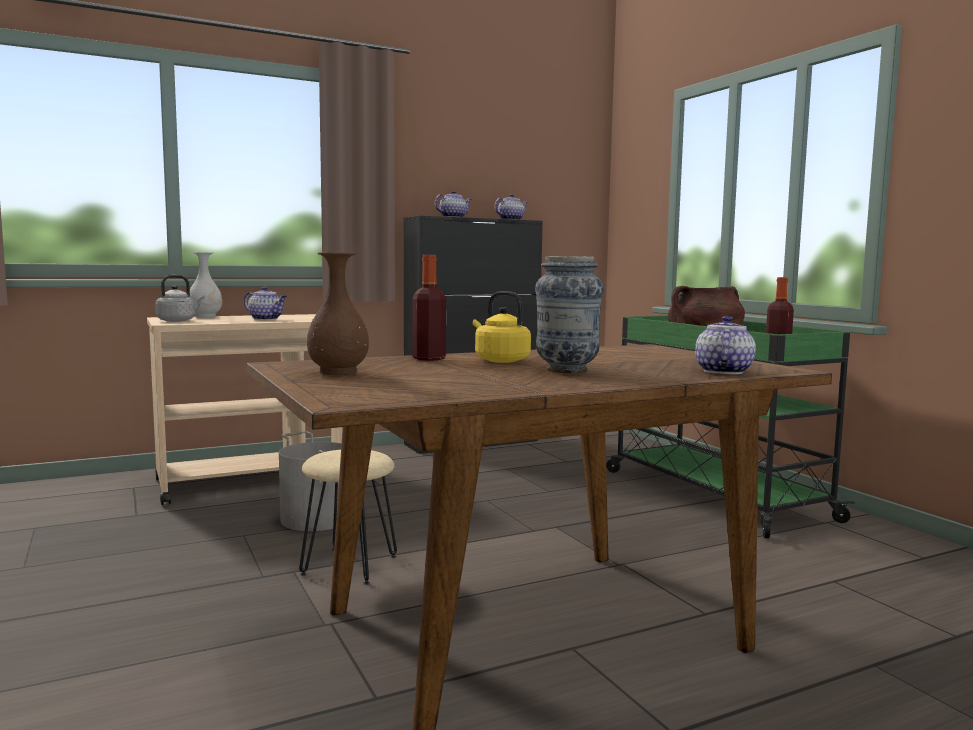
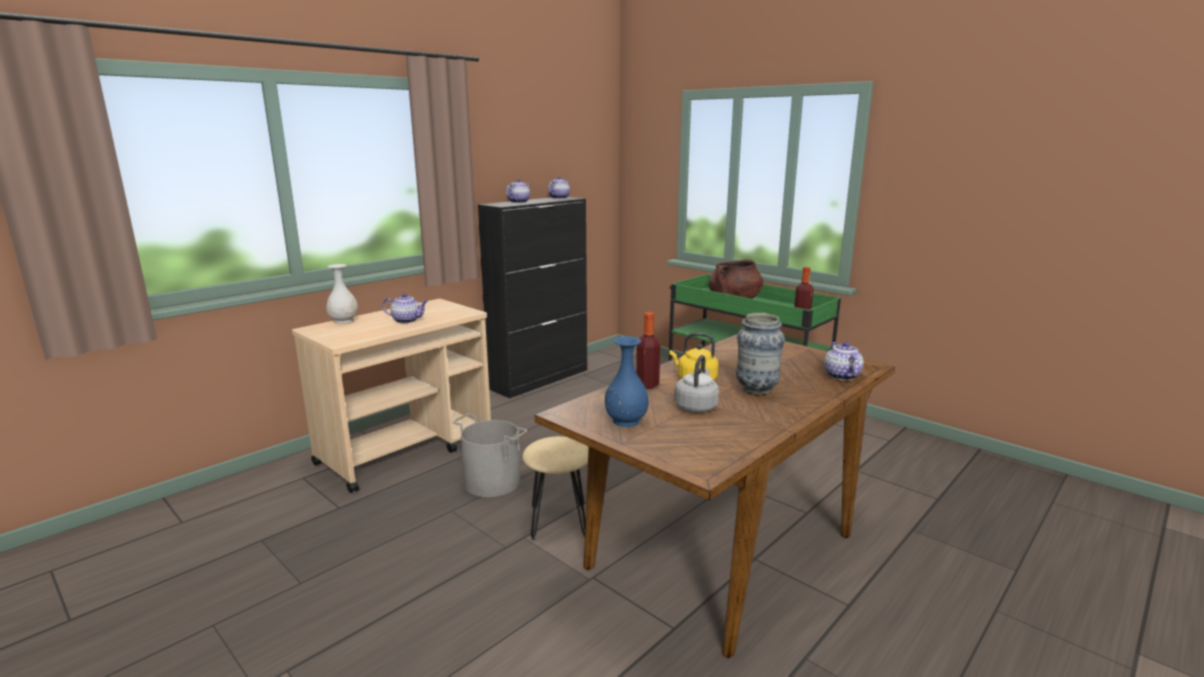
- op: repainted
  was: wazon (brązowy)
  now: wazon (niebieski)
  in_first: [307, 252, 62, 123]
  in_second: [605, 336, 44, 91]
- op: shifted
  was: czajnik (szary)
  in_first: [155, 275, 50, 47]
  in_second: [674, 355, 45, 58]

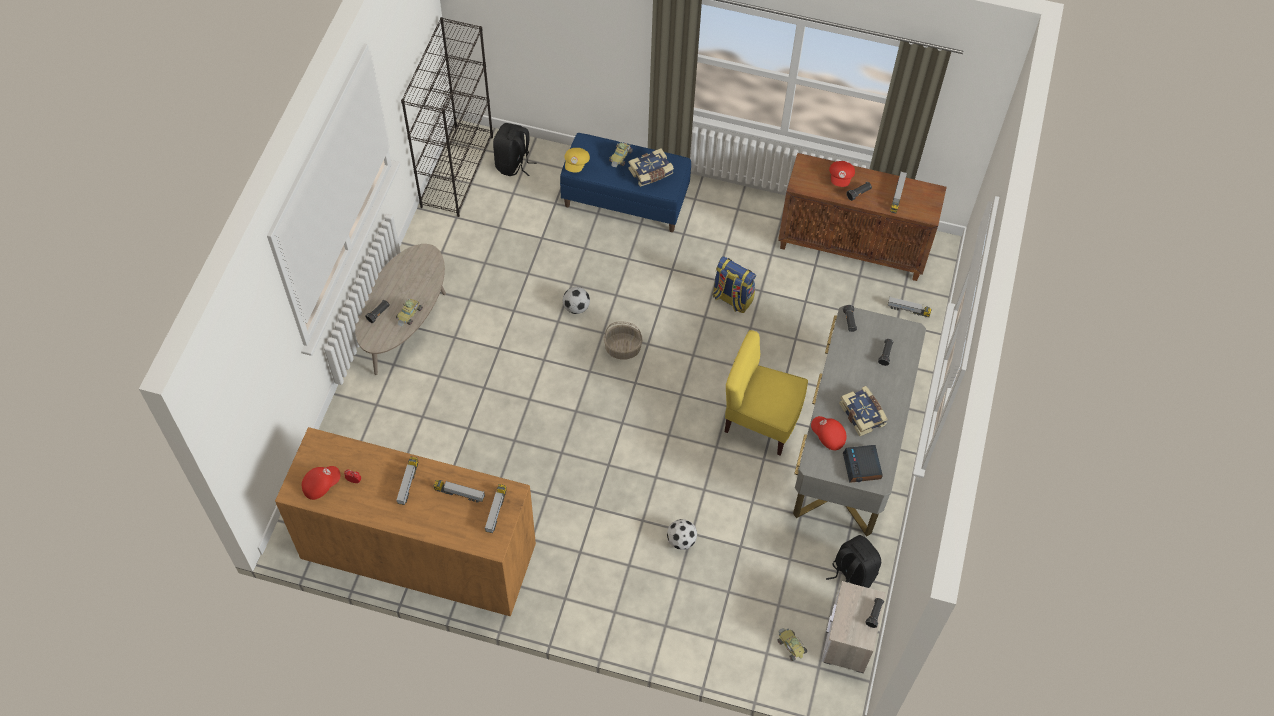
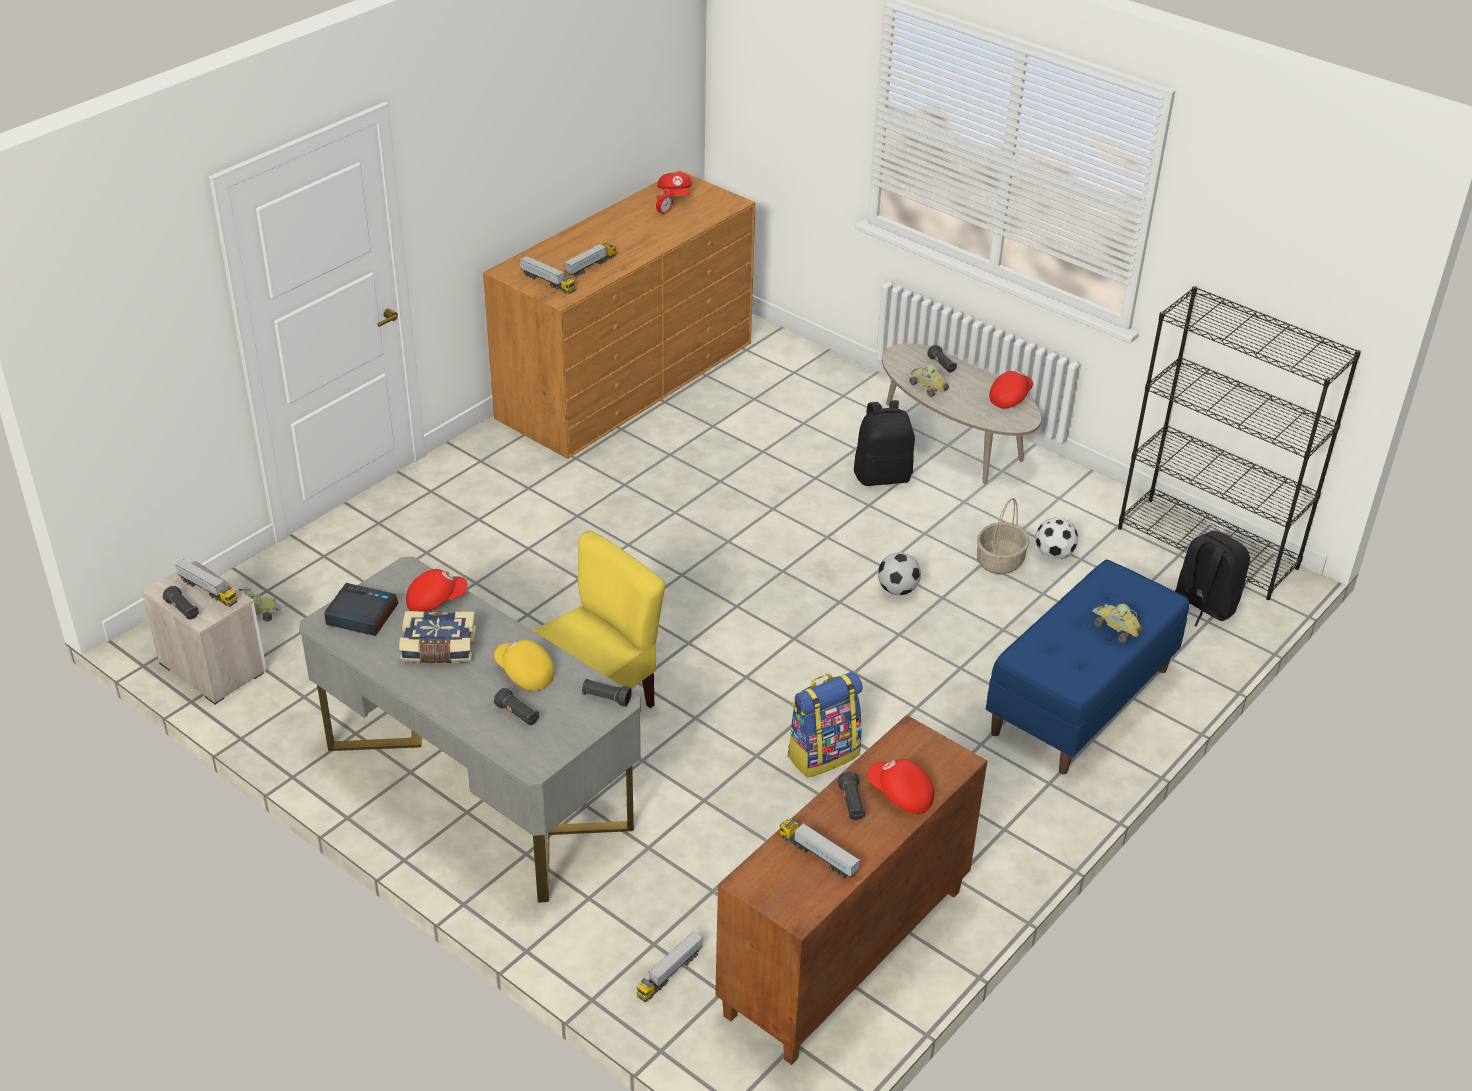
- op: shifted
  was: ciężarówka zabawkowa
  in_first: [396, 457, 22, 48]
  in_second: [175, 559, 62, 48]
- op: shifted
  was: czapka z daszkiem (żółty)
  in_first: [564, 148, 26, 24]
  in_second: [494, 640, 60, 51]
- op: shifted
  was: plecak (czarny)
  in_first: [826, 535, 55, 53]
  in_second: [854, 400, 61, 86]
- op: shifted
  was: koszyk
  in_first: [604, 321, 39, 39]
  in_second: [977, 498, 52, 76]
- op: new
  now: czapka z daszkiem (czerwony)
  in_second: [989, 371, 44, 38]
- op: shifted
  was: piłka futbolowa
  in_first: [667, 519, 30, 31]
  in_second: [1035, 517, 43, 43]
- op: gone
  was: książka
  in_first: [628, 148, 46, 39]

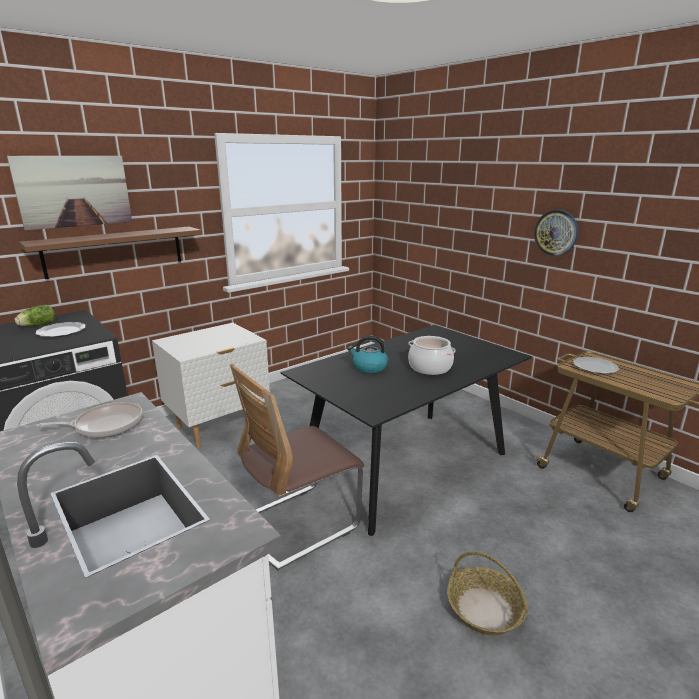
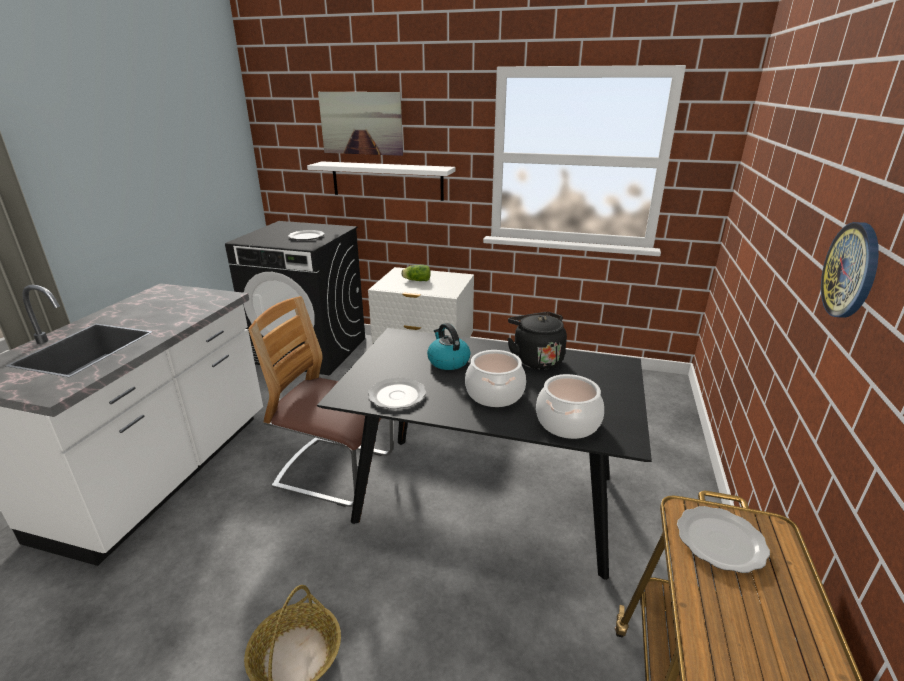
- op: repainted
  was: półka (brązowy)
  now: półka (biały)
  in_first: [19, 227, 183, 52]
  in_second: [307, 161, 149, 40]
- op: new
  now: talerz
  in_second: [368, 377, 58, 32]
- op: shifted
  was: sałata
  in_first: [15, 305, 40, 21]
  in_second: [401, 265, 30, 16]
- op: new
  now: czajnik (czarny)
  in_second: [507, 312, 60, 58]
- op: new
  now: garnek
  in_second: [536, 374, 68, 65]
- op: gone
  was: patelnia
  in_first: [36, 402, 107, 36]

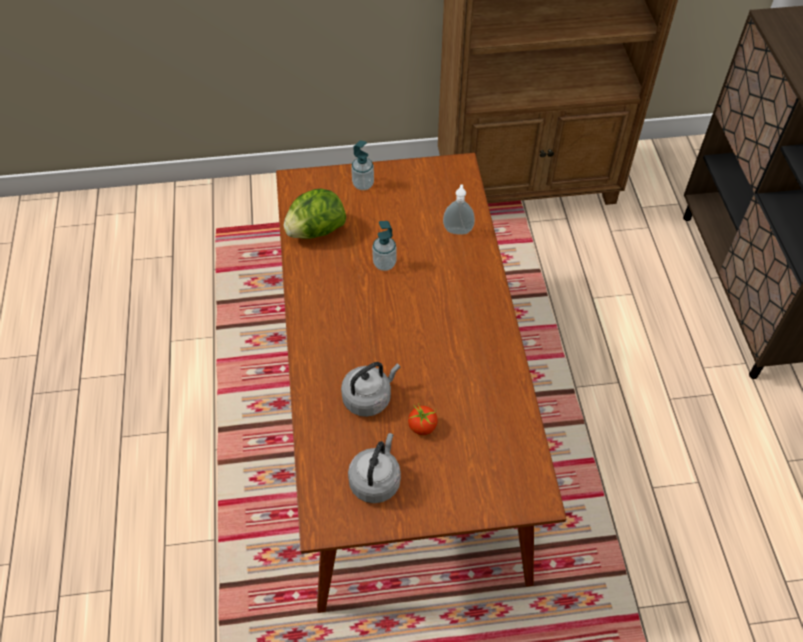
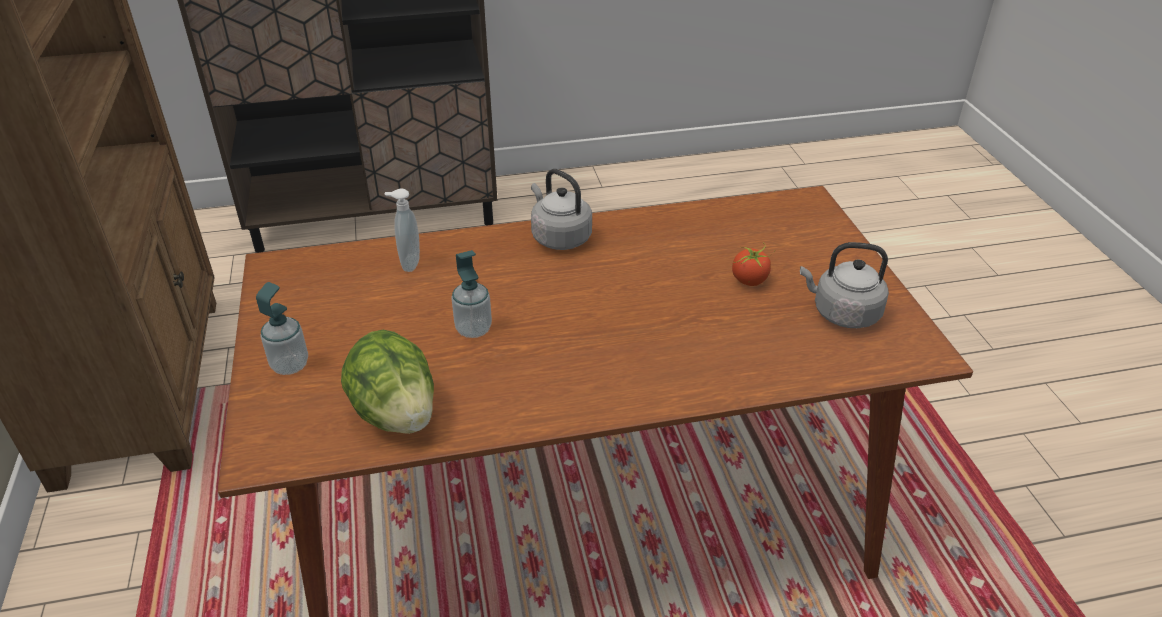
- op: shifted
  was: czajnik (szary)
  in_first: [341, 362, 59, 55]
  in_second: [531, 169, 61, 81]

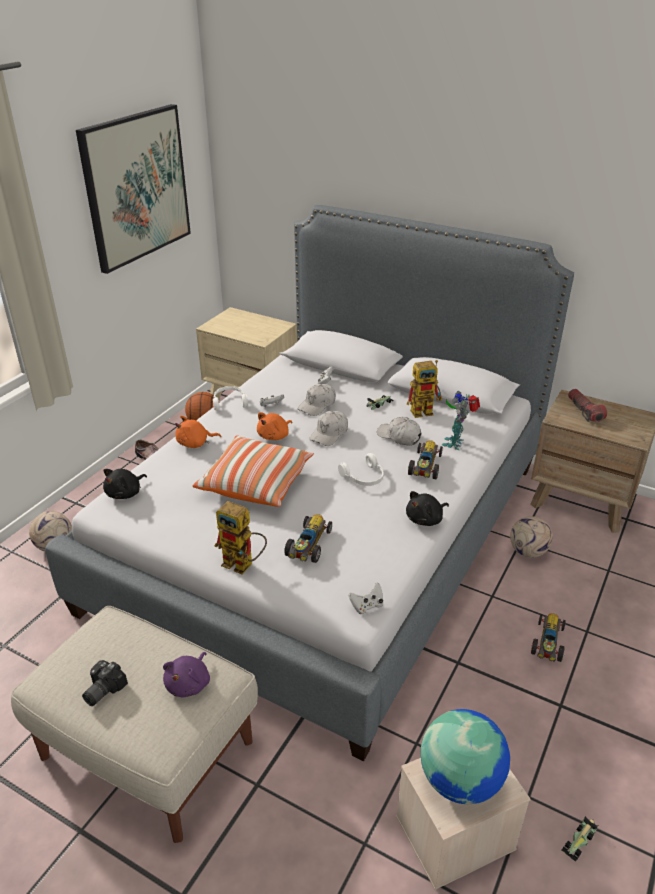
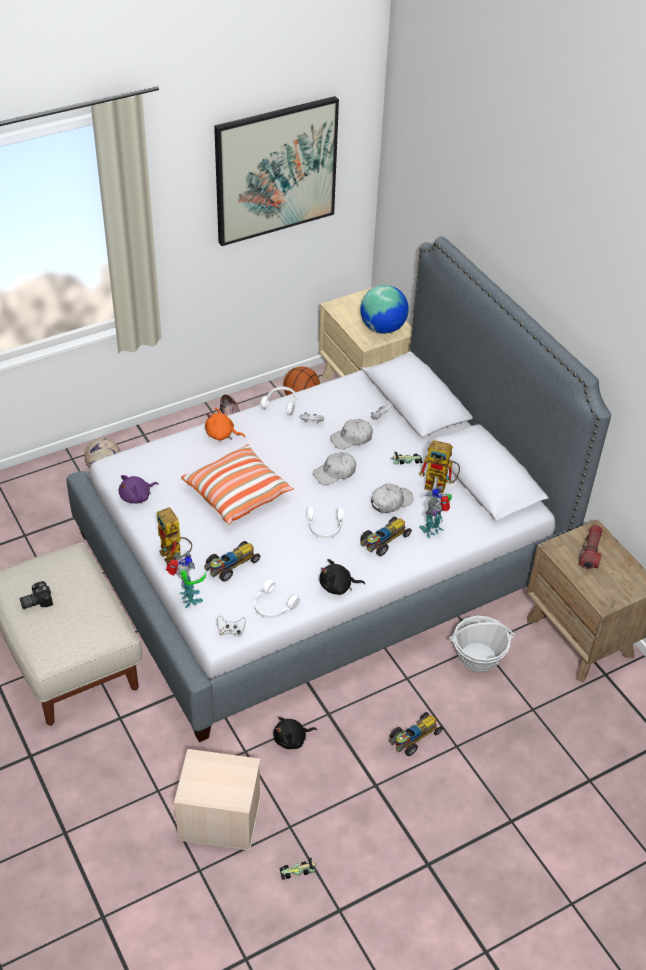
- op: shifted
  was: pluszak (fioletowy)
  in_first: [163, 652, 47, 45]
  in_second: [119, 475, 40, 29]
- op: new
  now: robot zabawkowy
  in_second: [166, 551, 40, 57]
- op: new
  now: słuchawki (biały)
  in_second: [254, 580, 46, 38]
- op: shifted
  was: pluszak (czarny)
  in_first: [103, 469, 44, 30]
  in_second: [273, 717, 44, 32]
- op: shifted
  was: globus
  in_first: [421, 709, 89, 95]
  in_second: [360, 285, 49, 49]
- op: rotated
  was: czapka z daszkiem (biały)
  in_first: [377, 417, 44, 29]
  in_second: [371, 483, 42, 30]
  clockwise: 75
- op: swapped
  was: piłka futbolowa
  now: koszyk
  in_first: [510, 516, 43, 42]
  in_second: [449, 615, 66, 58]
- op: gone
  was: pluszak (pomarańczowy)
  in_first: [257, 412, 35, 28]

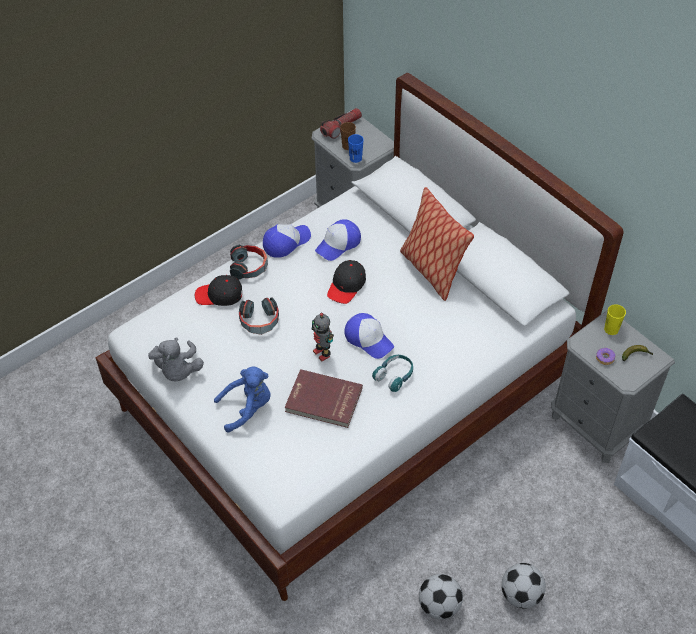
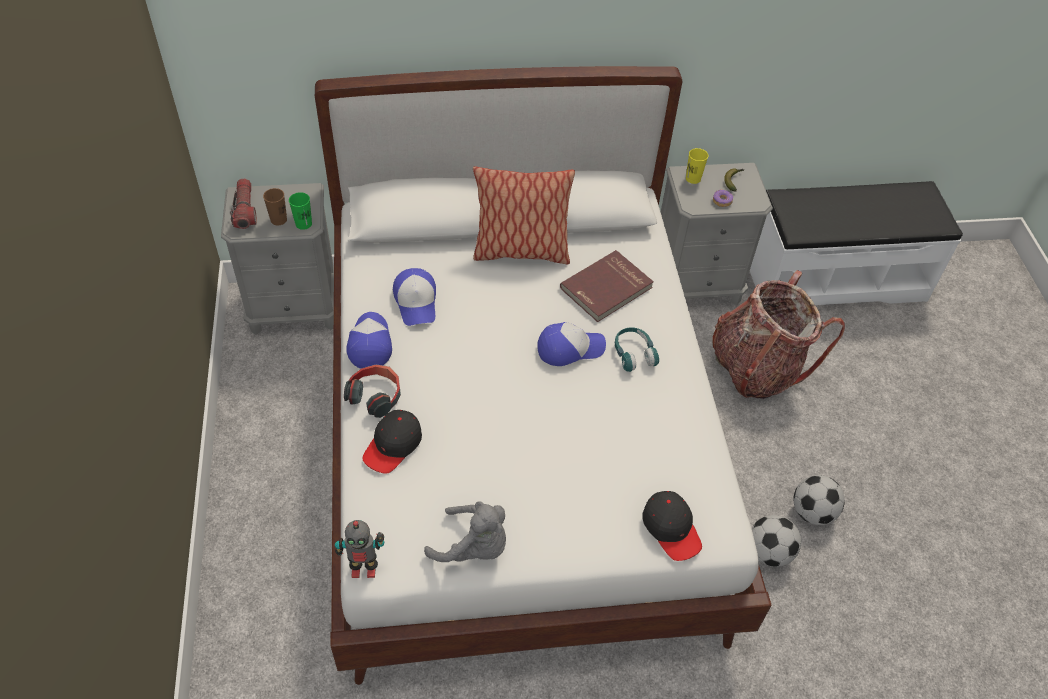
- op: repainted
  was: filiżanka (niebieski)
  now: filiżanka (zielony)
  in_first: [348, 134, 16, 29]
  in_second: [289, 192, 23, 38]
- op: shifted
  was: robot zabawkowy
  in_first: [311, 313, 23, 49]
  in_second: [335, 520, 49, 58]
- op: shifted
  was: książka (czerwony)
  in_first: [285, 369, 78, 59]
  in_second: [560, 250, 94, 72]
- op: shifted
  was: czapka z daszkiem (czarny)
  in_first: [327, 260, 39, 44]
  in_second: [642, 491, 60, 70]
- op: new
  now: plecak
  in_second: [712, 270, 133, 129]
- op: shifted
  was: piłka futbolowa
  in_first: [501, 563, 45, 46]
  in_second: [752, 515, 49, 52]
- op: gone
  was: pluszak (niebieski)
  in_first: [214, 366, 57, 66]
- op: gone
  was: słuchawki
  in_first: [239, 298, 40, 37]

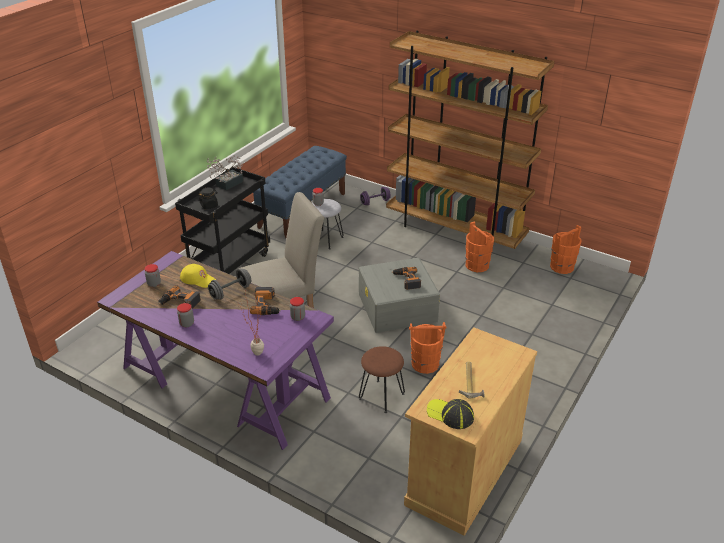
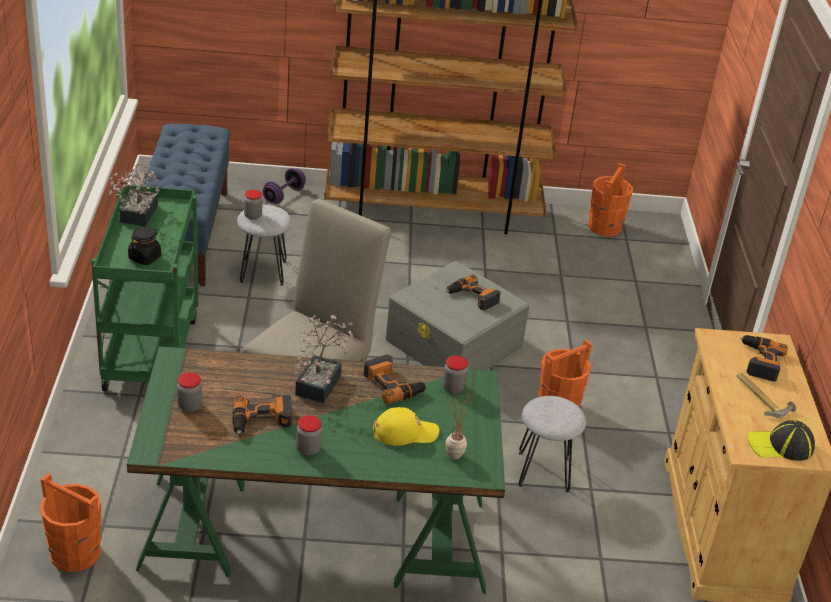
- op: shifted
  was: wiadro (pomarańczowy)
  in_first: [466, 221, 28, 51]
  in_second: [40, 473, 62, 99]
- op: repainted
  was: wózek (czarny)
  now: wózek (zielony)
  in_first: [175, 167, 95, 107]
  in_second: [91, 185, 107, 207]
- op: repainted
  was: biurko (fioletowy)
  now: biurko (zielony)
  in_first: [97, 251, 237, 199]
  in_second: [127, 346, 378, 248]
- op: swapped
  was: hantel (szary)
  now: roślina doniczkowa
  in_first: [208, 268, 43, 32]
  in_second: [294, 315, 60, 88]
- op: shifted
  was: czapka z daszkiem (żółty)
  in_first: [180, 264, 36, 24]
  in_second: [373, 407, 66, 39]
- op: repainted
  was: stołek (brązowy)
  now: stołek (szary)
  in_first: [359, 346, 46, 67]
  in_second: [518, 396, 68, 96]
- op: new
  now: wiertarka
  in_second: [740, 335, 48, 47]

